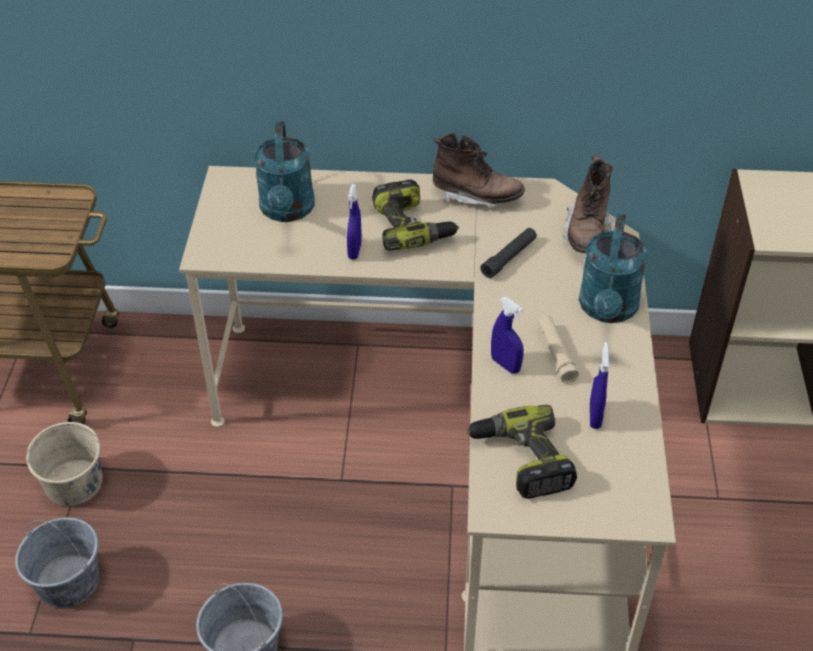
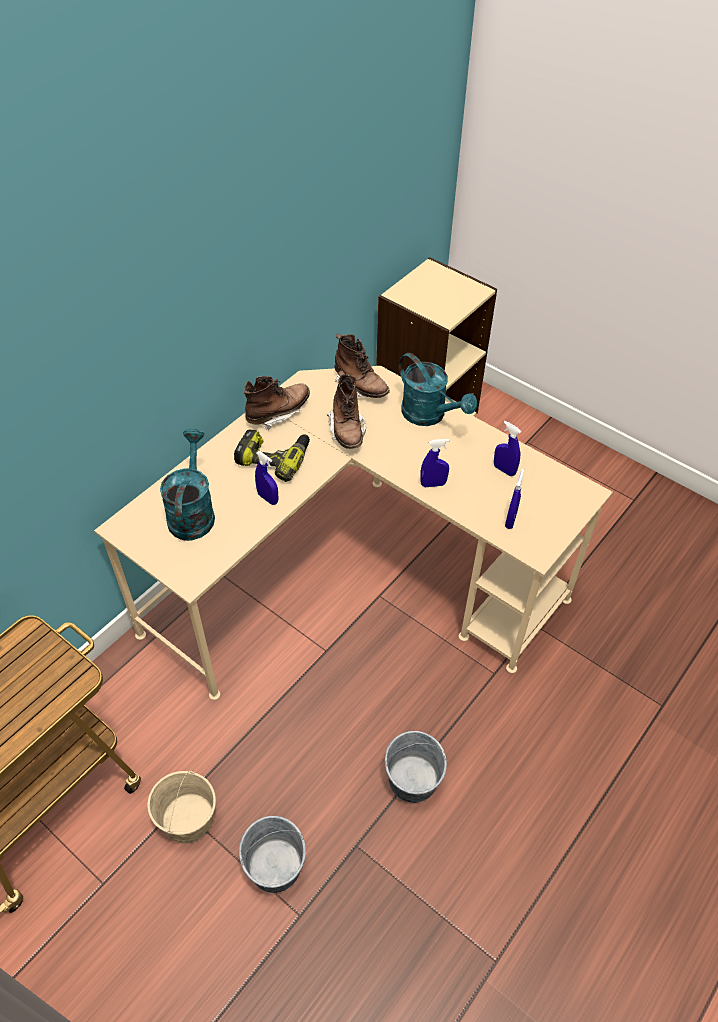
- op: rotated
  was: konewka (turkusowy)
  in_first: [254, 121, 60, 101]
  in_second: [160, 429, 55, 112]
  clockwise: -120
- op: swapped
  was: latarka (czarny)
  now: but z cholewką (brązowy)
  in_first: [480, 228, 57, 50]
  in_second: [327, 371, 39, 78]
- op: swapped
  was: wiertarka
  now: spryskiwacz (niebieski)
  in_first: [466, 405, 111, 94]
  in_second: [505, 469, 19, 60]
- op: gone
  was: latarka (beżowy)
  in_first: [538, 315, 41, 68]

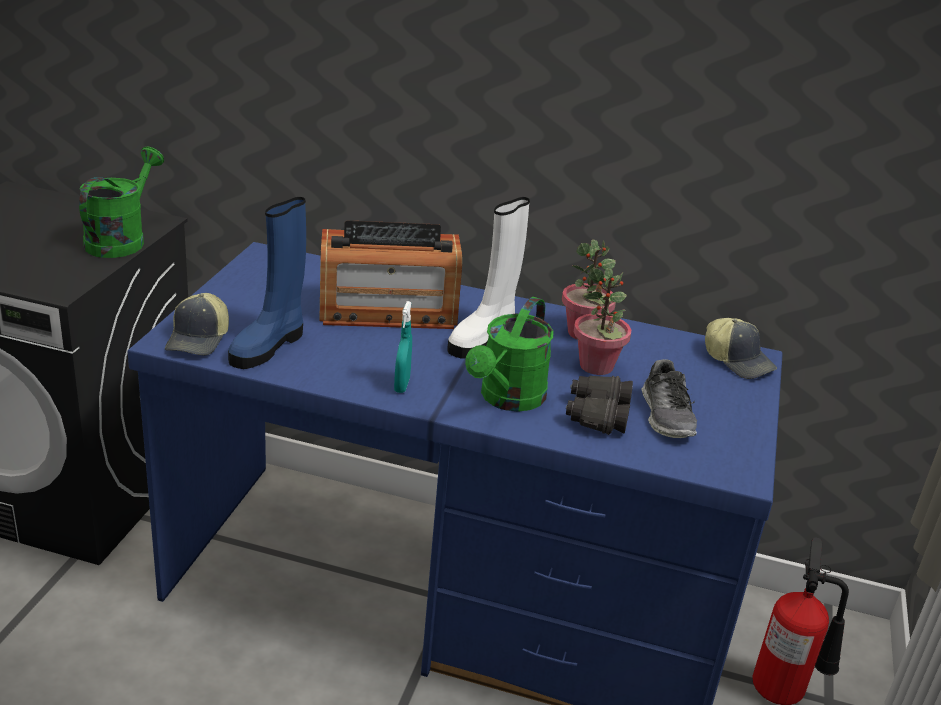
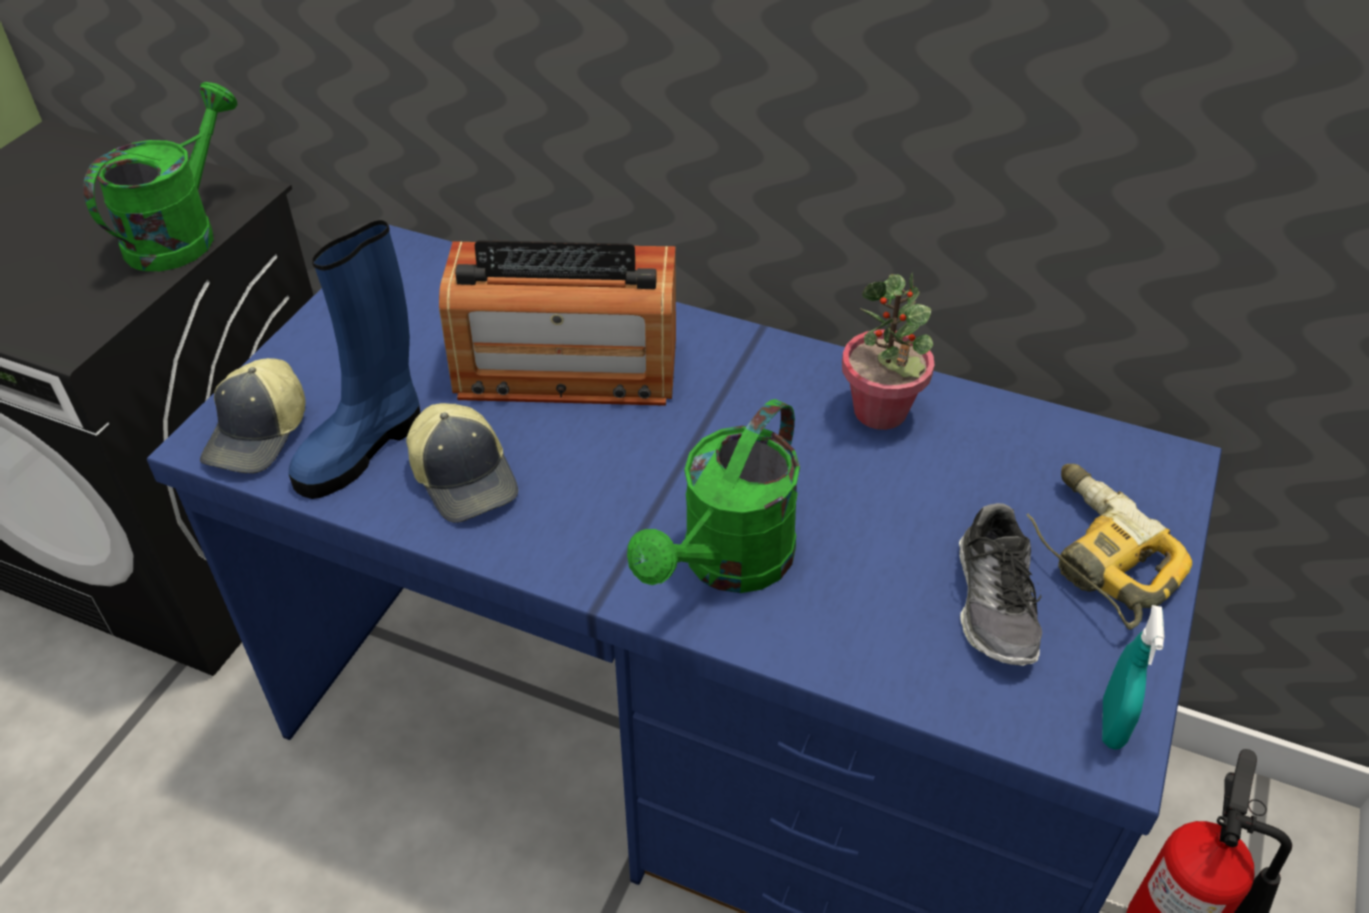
- op: shifted
  was: czapka z daszkiem
  in_first: [705, 318, 72, 61]
  in_second: [406, 403, 112, 120]
- op: new
  now: wiertarka
  in_second: [1027, 464, 165, 166]
- op: shifted
  was: spryskiwacz (turkusowy)
  in_first: [394, 301, 18, 92]
  in_second: [1102, 605, 62, 145]
- op: gone
  was: but z cholewką (biały)
  in_first: [447, 197, 83, 162]
- op: gone
  was: lornetka (czarny)
  in_first: [566, 376, 67, 59]
- op: gone
  was: roślina doniczkowa
  in_first: [574, 268, 57, 107]

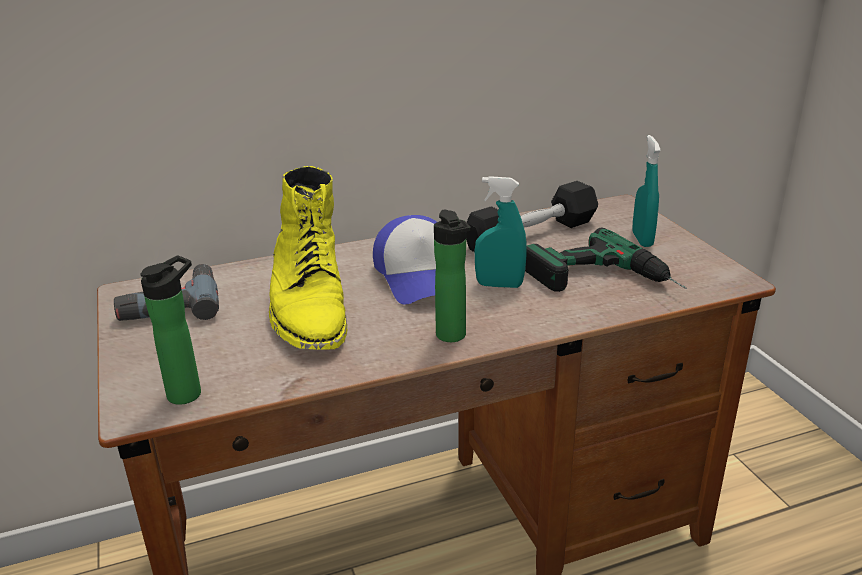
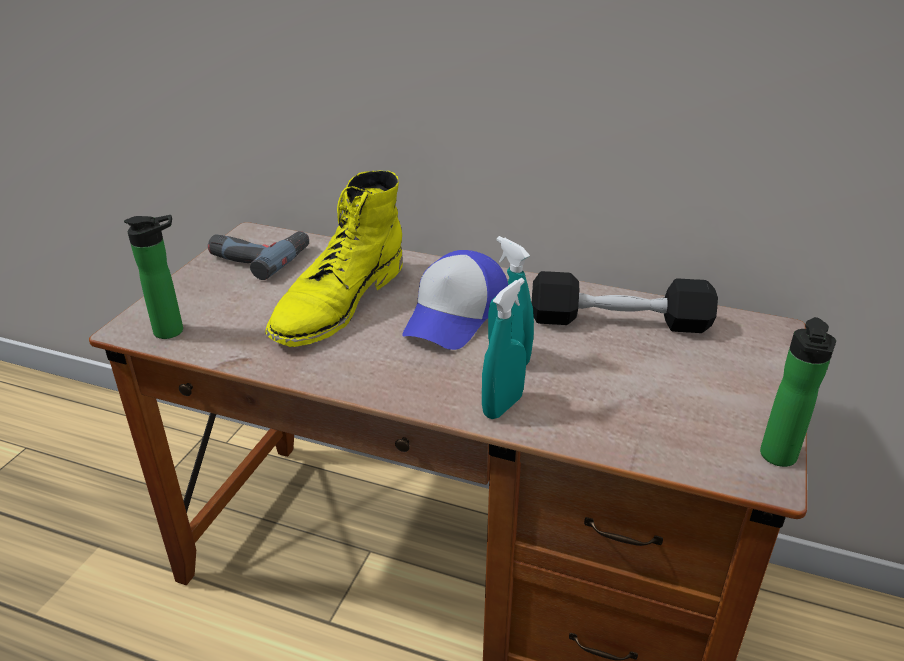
- op: shifted
  was: spryskiwacz (turkusowy)
  in_first: [632, 135, 29, 112]
  in_second: [482, 278, 44, 141]
- op: shifted
  was: butelka
  in_first: [434, 210, 37, 132]
  in_second: [760, 317, 76, 150]
- op: gone
  was: wiertarka
  in_first: [525, 228, 162, 64]

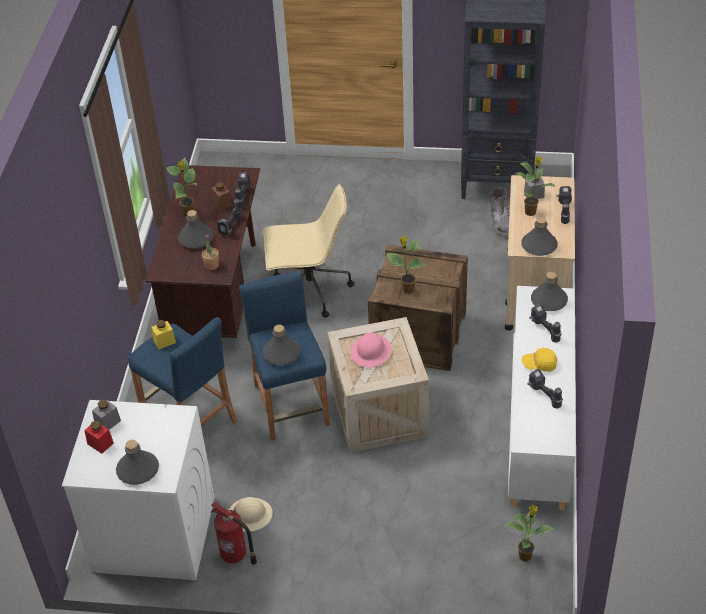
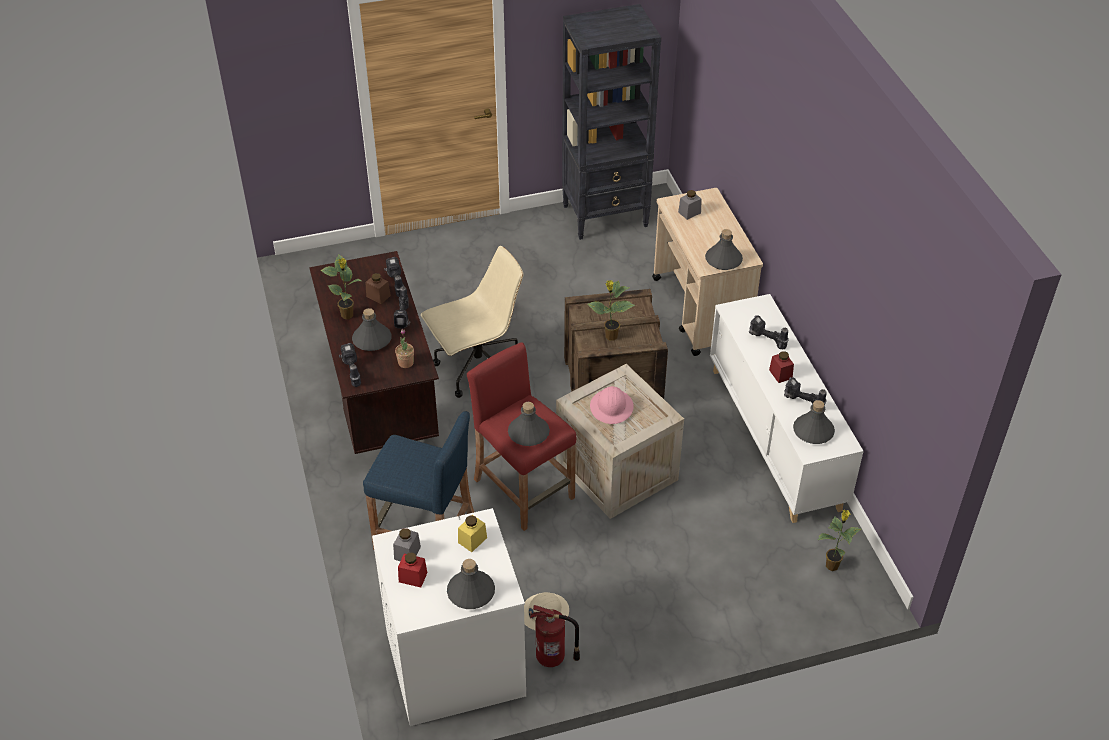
- op: shifted
  was: wiertarka
  in_first: [557, 186, 15, 38]
  in_second: [339, 343, 22, 44]
- op: shifted
  was: słoik (żółty)
  in_first: [151, 320, 25, 29]
  in_second: [458, 515, 29, 37]
- op: repainted
  was: stołek (niebieski)
  now: stołek (czerwony)
  in_first: [239, 272, 91, 169]
  in_second: [467, 342, 109, 189]
- op: swapped
  was: czapka z daszkiem (żółty)
  now: słoik (czerwony)
  in_first: [522, 348, 35, 24]
  in_second: [769, 351, 25, 32]
- op: shifted
  was: butelka (szary)
  in_first: [531, 272, 37, 39]
  in_second: [793, 400, 42, 44]
- op: gone
  was: but z cholewką (szary)
  in_first: [490, 188, 20, 50]
- op: gone
  was: roślina doniczkowa
  in_first: [515, 156, 41, 60]

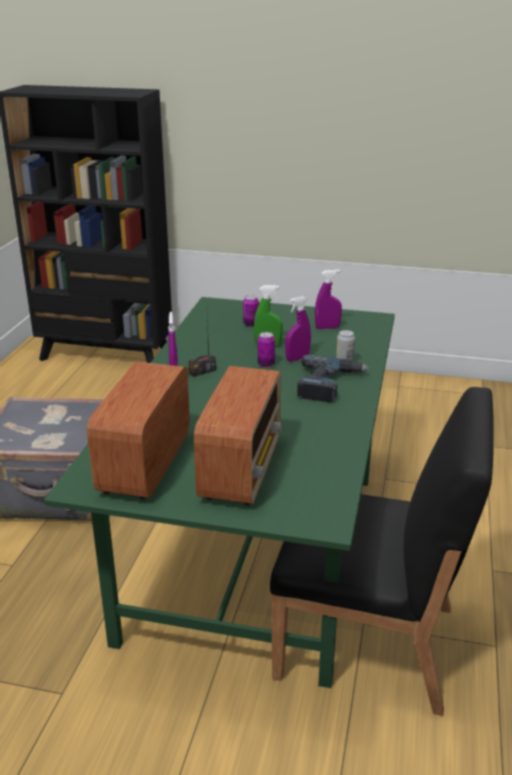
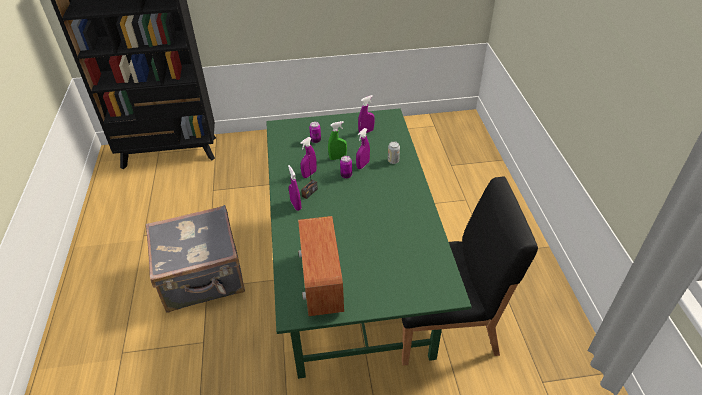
- op: new
  now: spryskiwacz (fioletowy)
  in_second: [300, 137, 17, 41]
- op: gone
  was: radio
  in_first: [194, 366, 88, 139]
- op: gone
  was: wiertarka
  in_first: [297, 355, 73, 47]

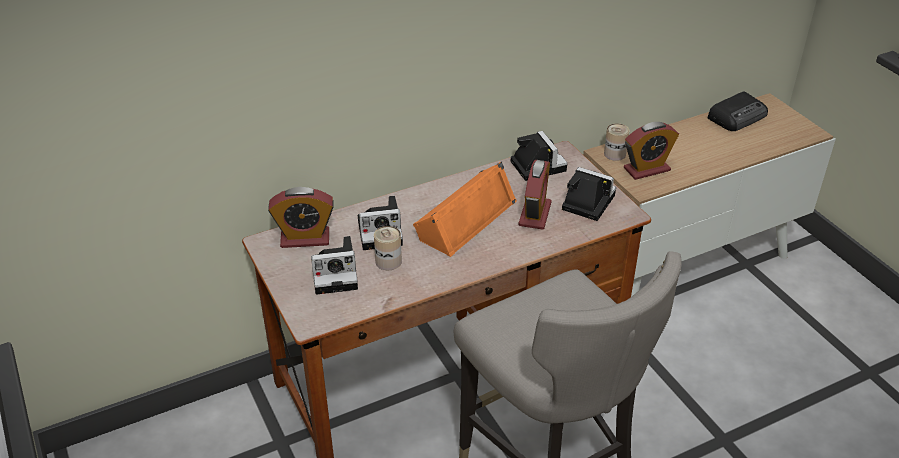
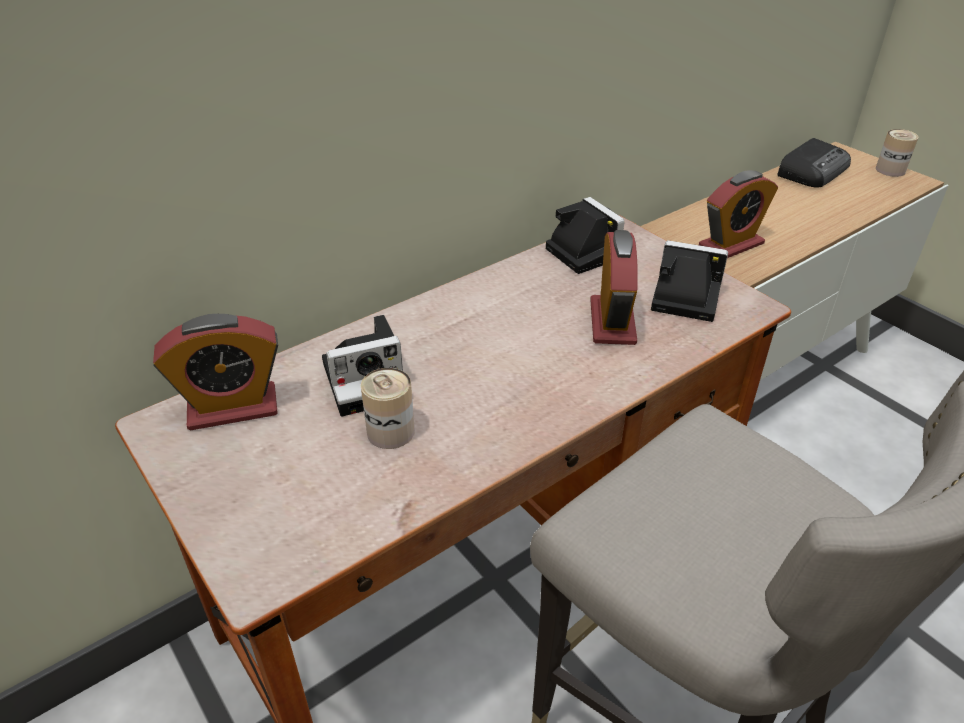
- op: shifted
  was: puszka
  in_first: [604, 124, 26, 37]
  in_second: [876, 129, 43, 48]
- op: gone
  was: aparat fotograficzny
  in_first: [311, 236, 47, 59]
- op: gone
  was: głośnik (pomarańczowy)
  in_first: [413, 162, 104, 95]

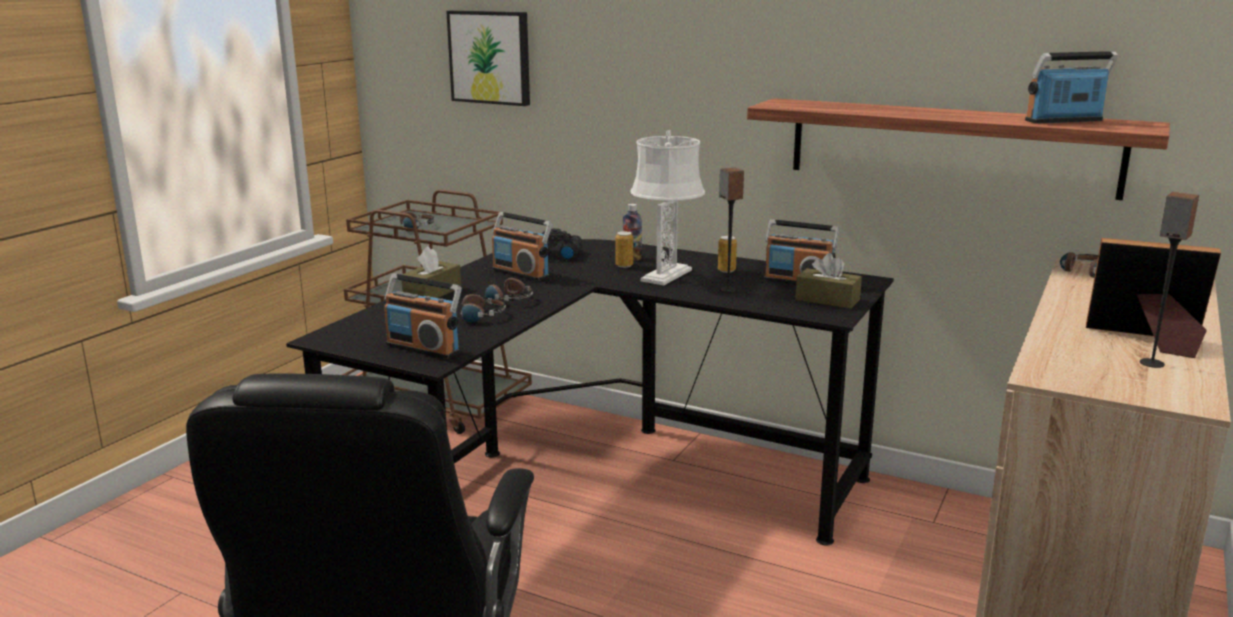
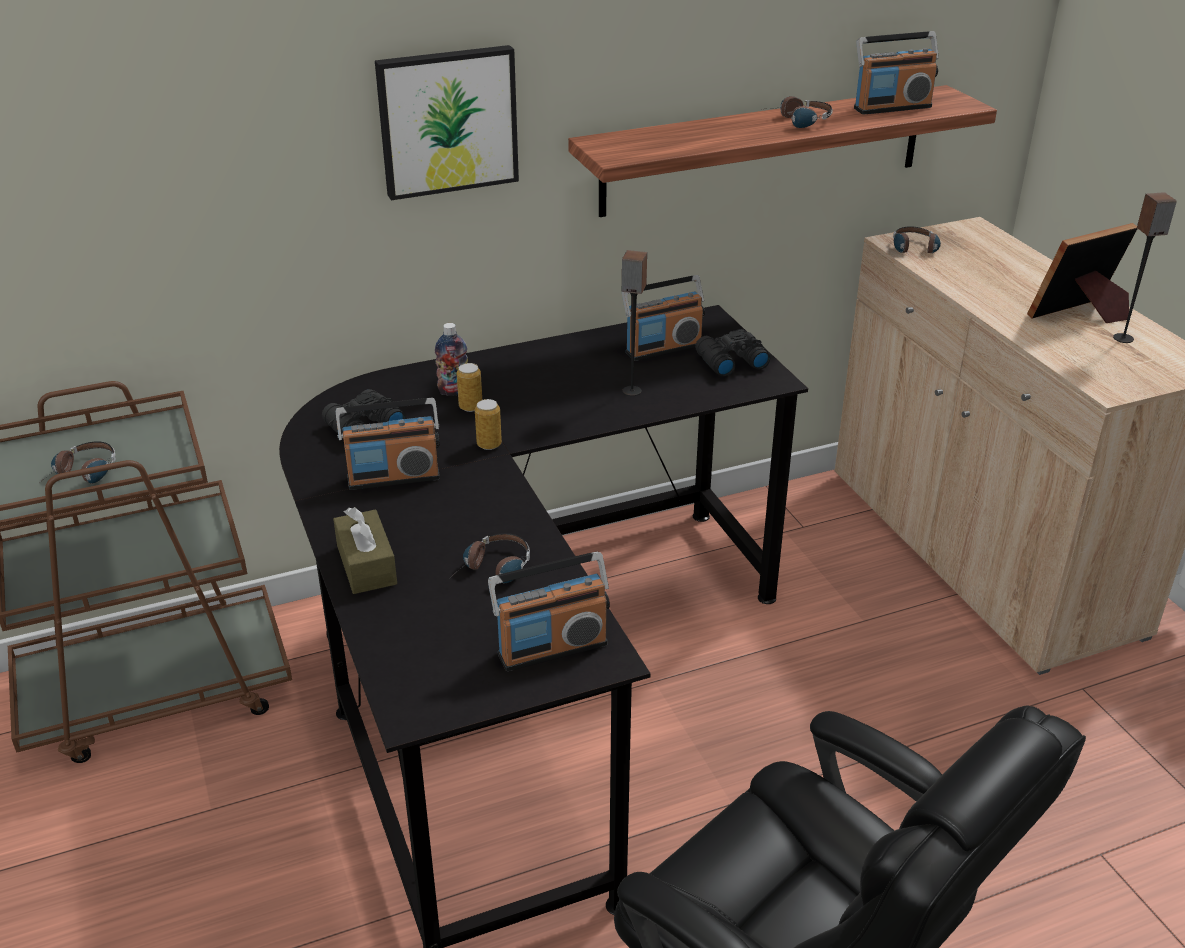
- op: shifted
  was: obraz
  in_first: [446, 10, 84, 96]
  in_second: [375, 45, 144, 155]
- op: shifted
  was: puszka
  in_first: [718, 236, 19, 37]
  in_second: [475, 399, 27, 51]
- op: swapped
  was: pudełko chusteczek (brązowy)
  now: lornetka (czarny)
  in_first: [795, 253, 67, 56]
  in_second: [695, 329, 75, 48]
- op: shifted
  was: słuchawki
  in_first: [485, 278, 48, 23]
  in_second: [760, 96, 73, 32]
- op: rotated
  was: radio
  in_first: [1025, 51, 93, 72]
  in_second: [854, 31, 85, 83]
  clockwise: -135
- op: gone
  was: lampa stołowa (biały)
  in_first: [630, 130, 75, 156]

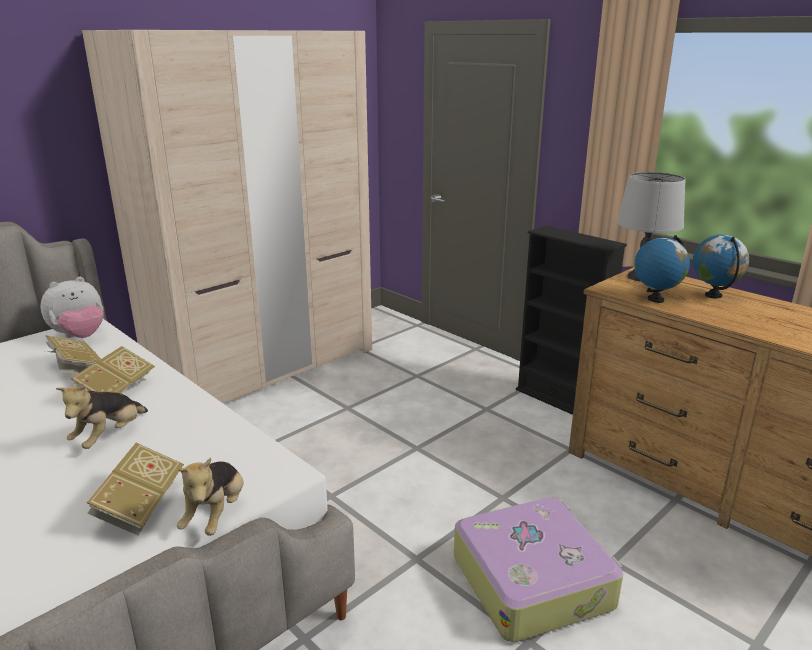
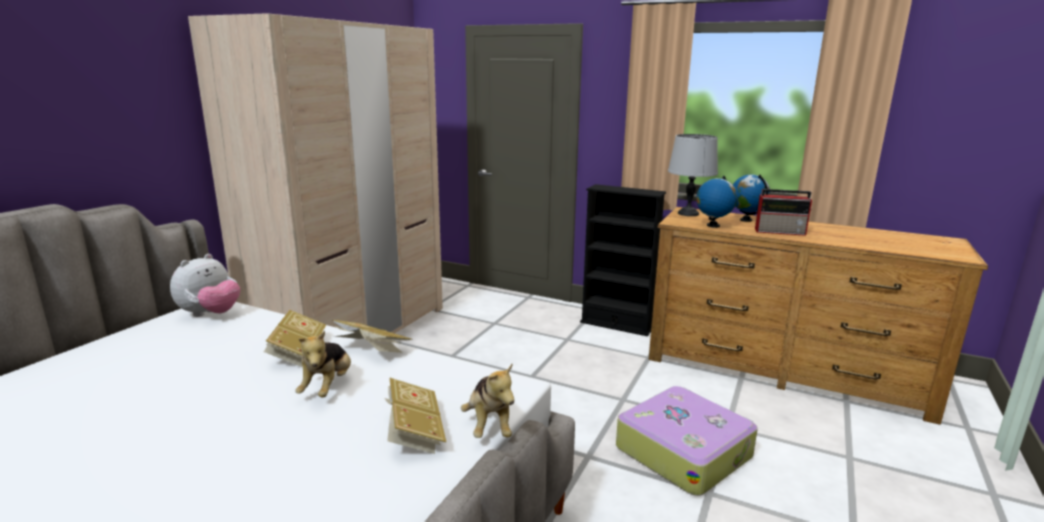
- op: shifted
  was: książka
  in_first: [45, 335, 56, 39]
  in_second: [333, 320, 79, 33]
- op: new
  now: radio
  in_second: [755, 189, 57, 47]

